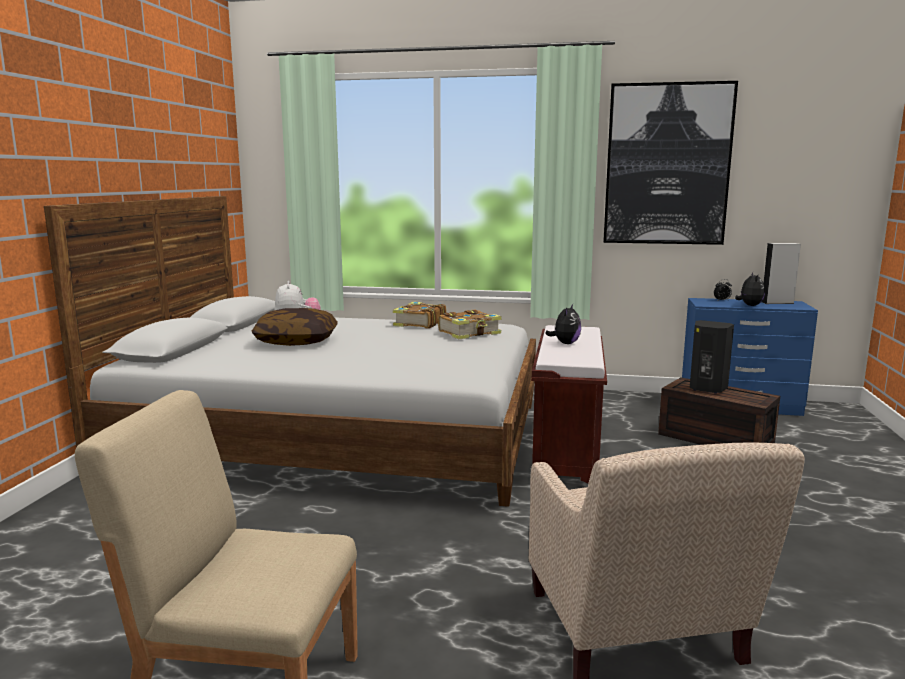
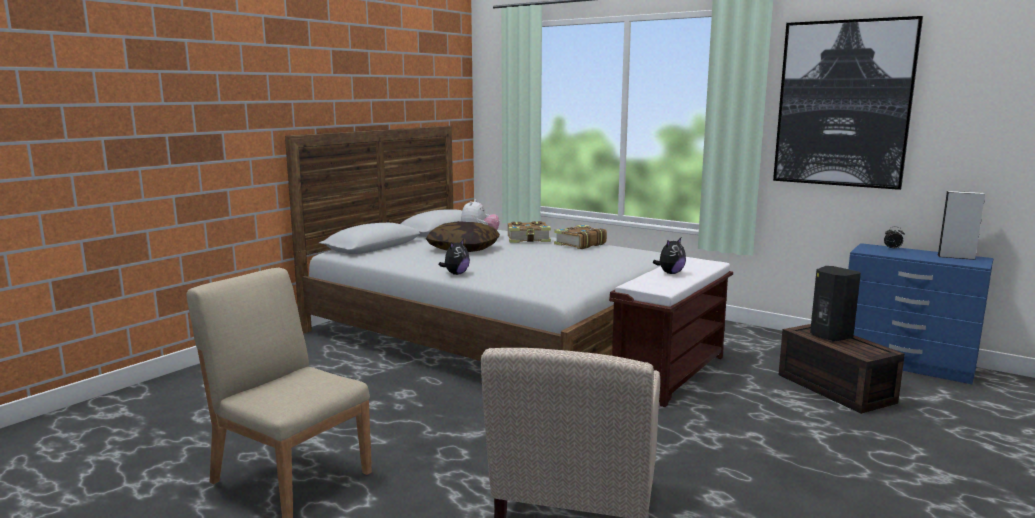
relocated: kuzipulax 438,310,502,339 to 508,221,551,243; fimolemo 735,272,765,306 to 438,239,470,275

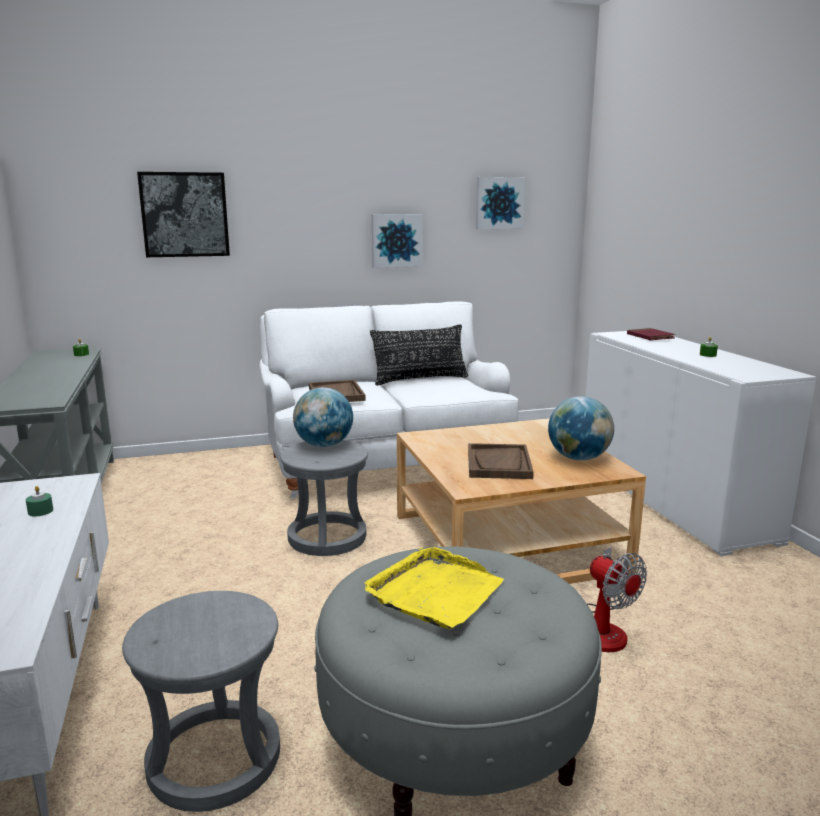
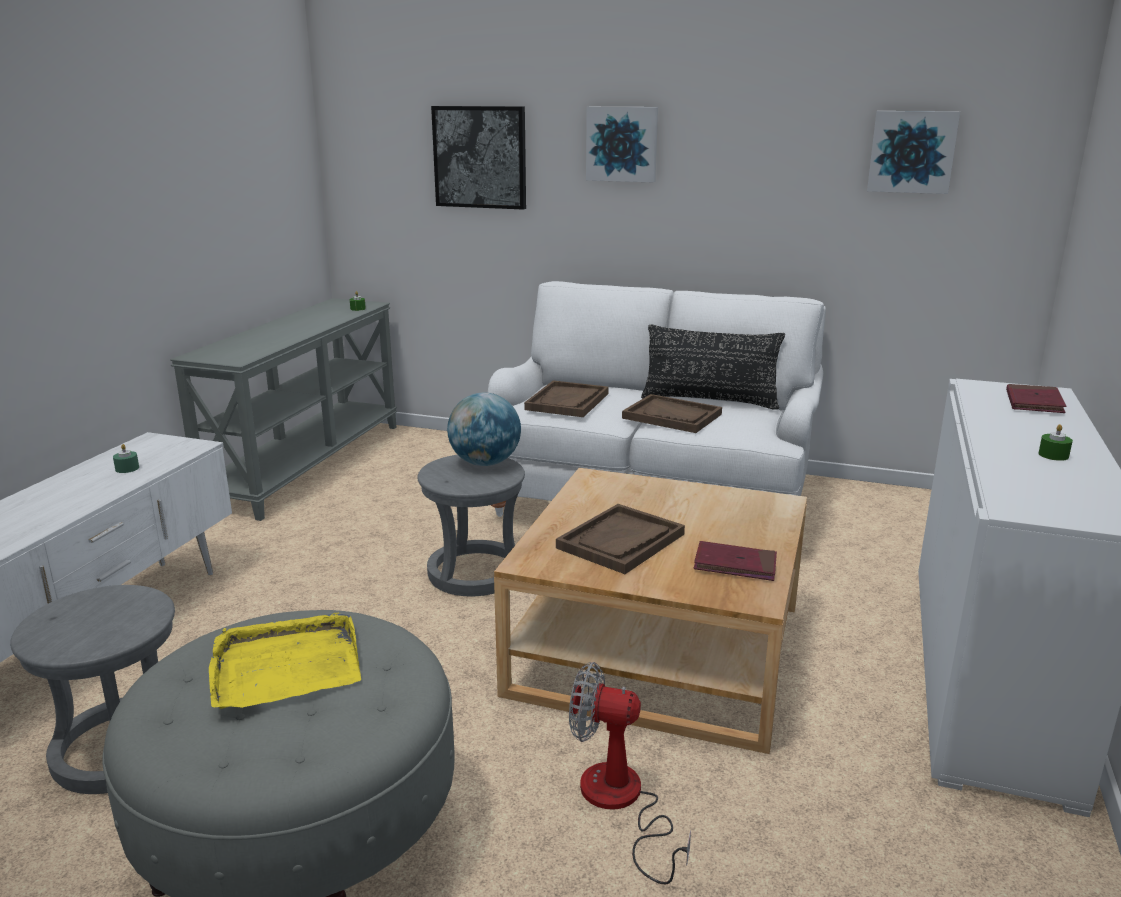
appeared: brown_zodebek 622,394,722,433
relocated: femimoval 372,214,423,268 to 586,107,658,182
exchanged: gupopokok 548,396,614,461 to red_kuzipulax 694,541,777,581
spun: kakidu 587,547,647,652 = 569,662,691,884 105 degrees clockwise

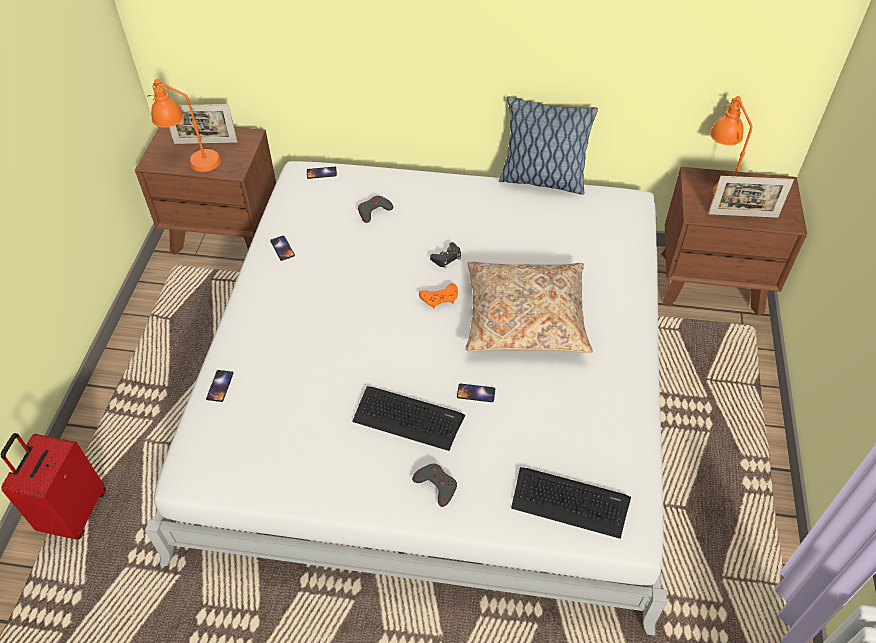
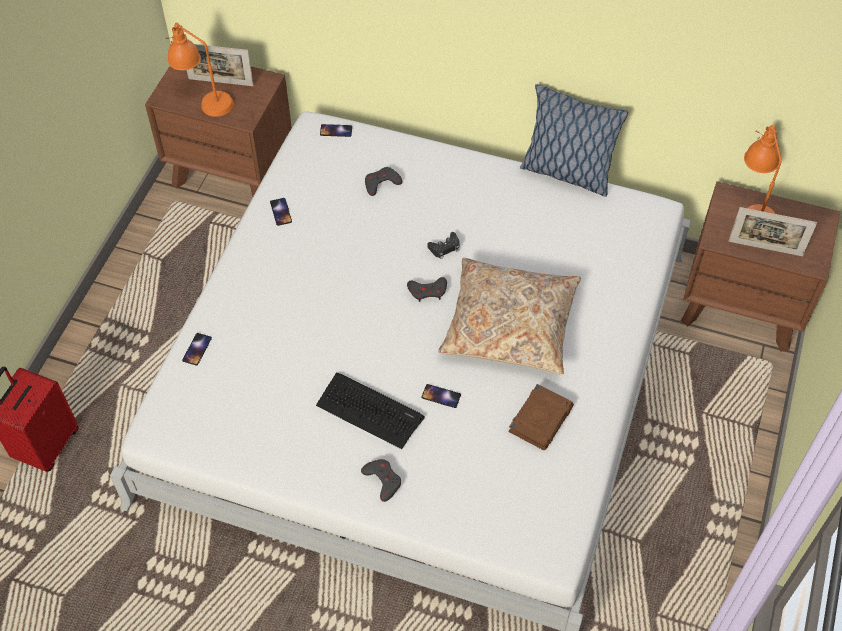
missing: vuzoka 511,467,631,539
appeared: brown_kuzipulax 508,384,574,450
colour: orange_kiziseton 419,283,458,309 to grey_kiziseton 407,277,447,302

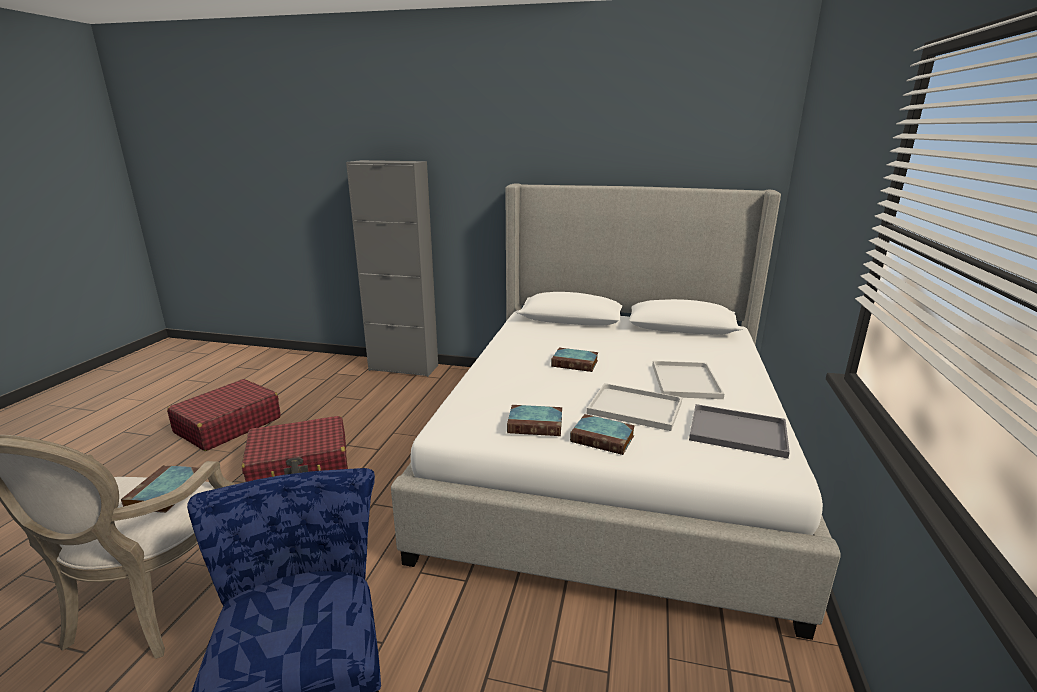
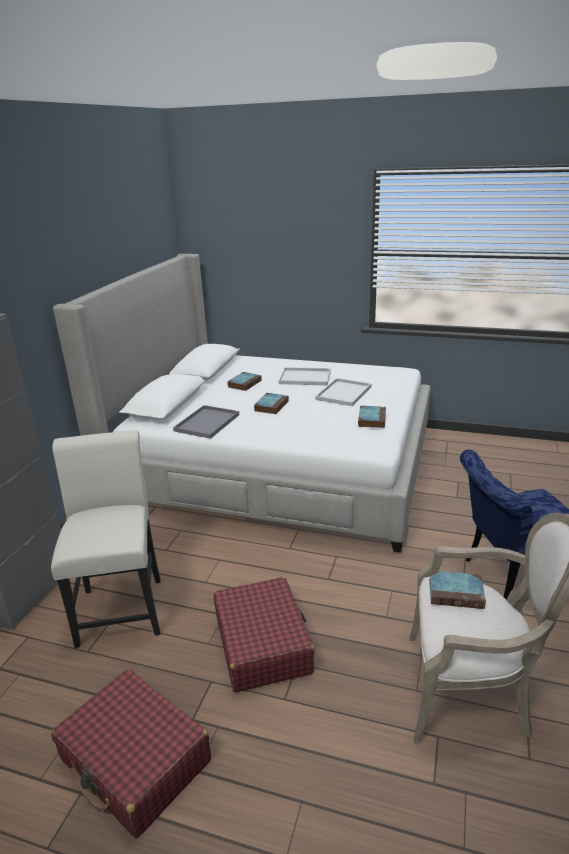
appeared: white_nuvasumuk 51,430,161,648
relocated: kuzipulax 570,414,635,455 to 227,372,262,391; grey_zodebek 689,404,790,459 to 173,405,239,439

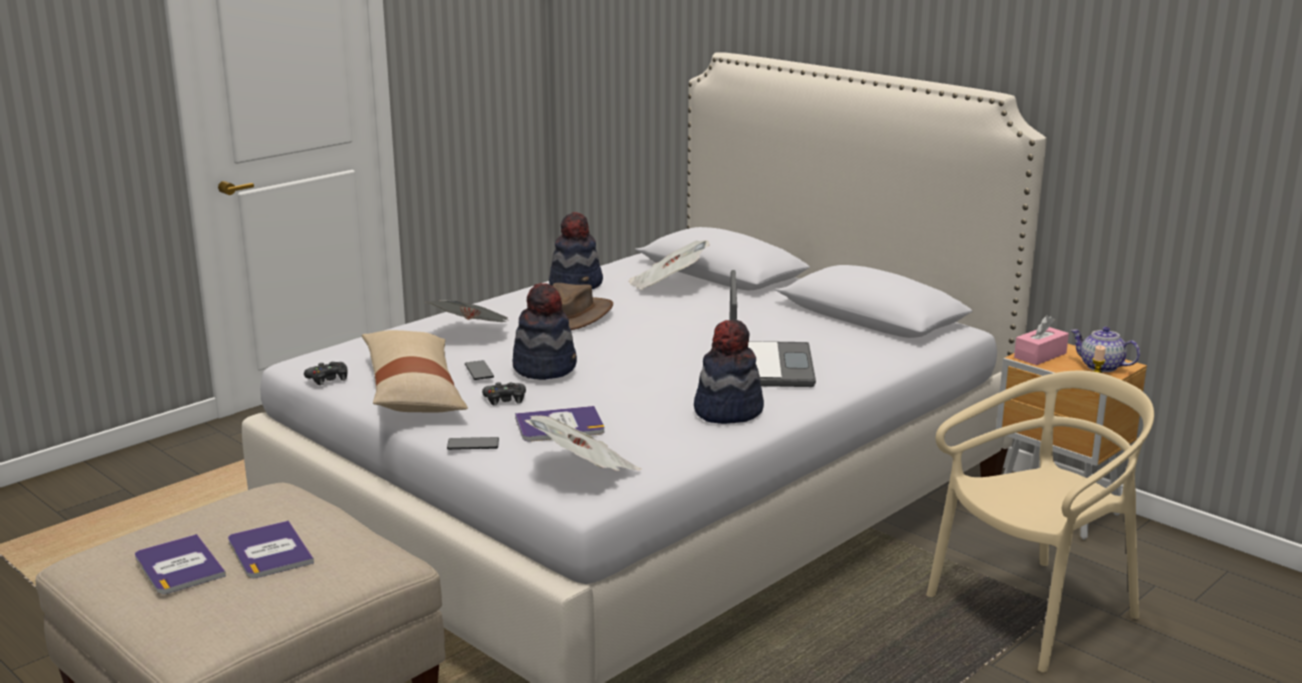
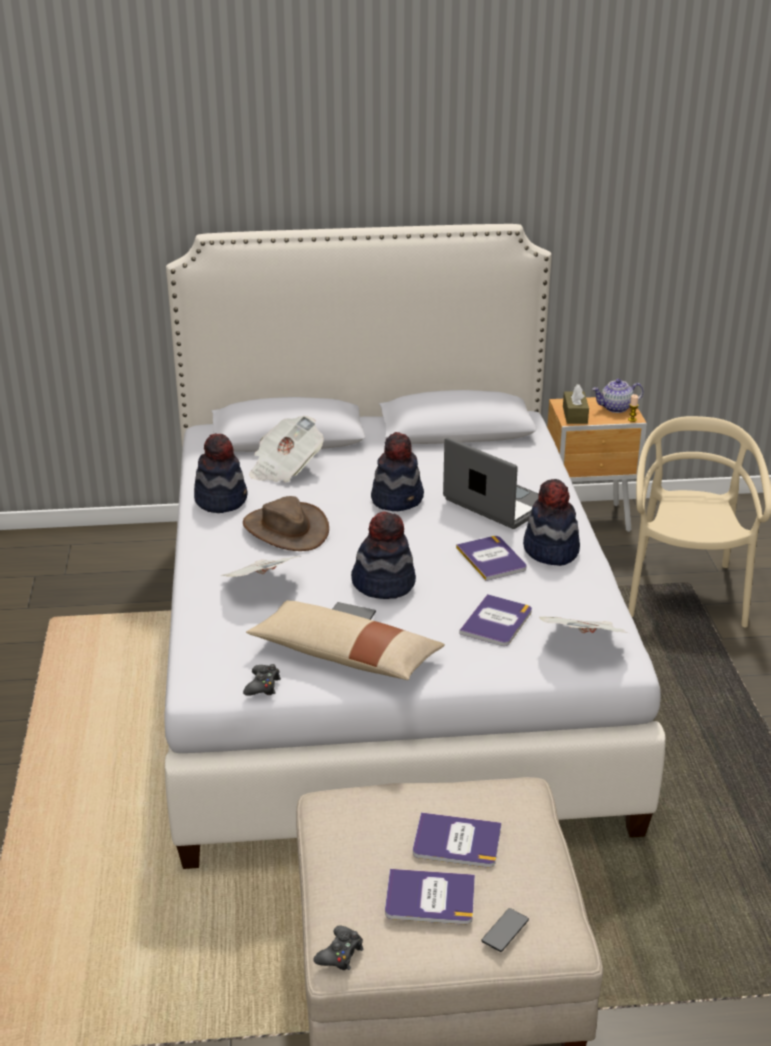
appeared: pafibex 371,432,424,511; kuzipulax 456,536,527,581
relocated: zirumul 447,437,499,450 to 481,908,529,952; black_kiziseton 482,382,526,406 to 313,926,363,970
colour: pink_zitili 1014,315,1069,365 to brown_zitili 563,384,589,424

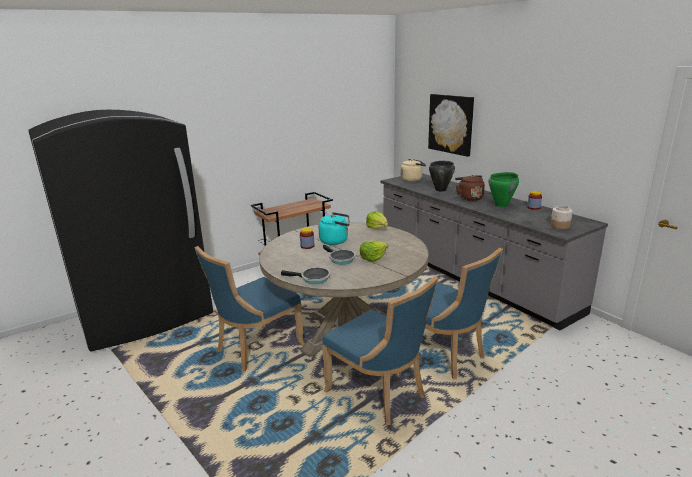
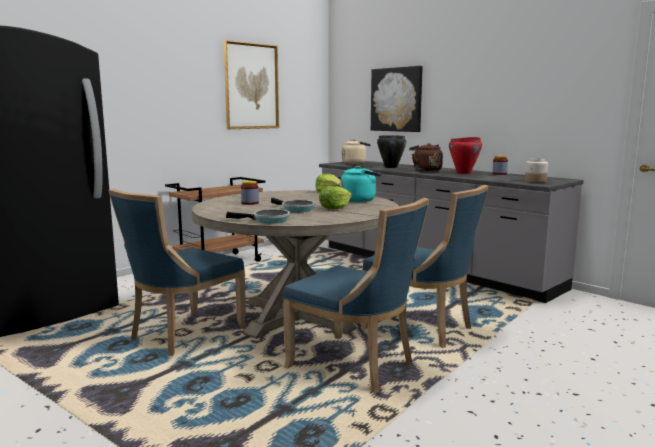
appeared: femimoval 224,40,279,129
relocated: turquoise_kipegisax 318,212,350,245 to 341,166,381,202
colour: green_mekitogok 488,172,519,207 to red_mekitogok 449,137,482,174

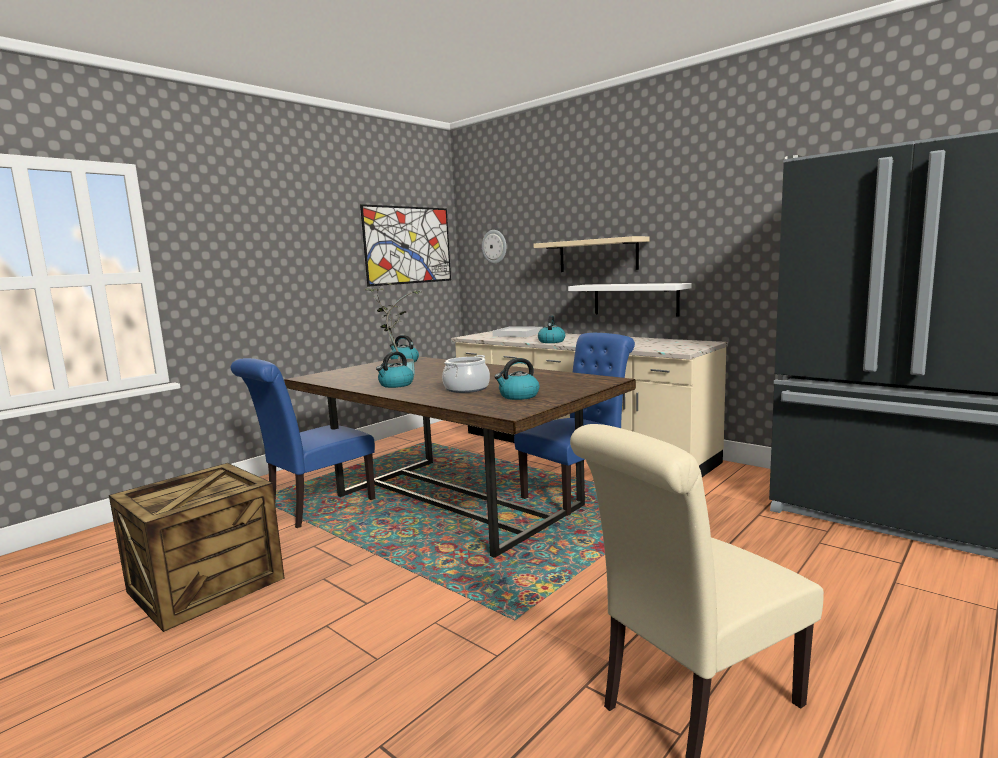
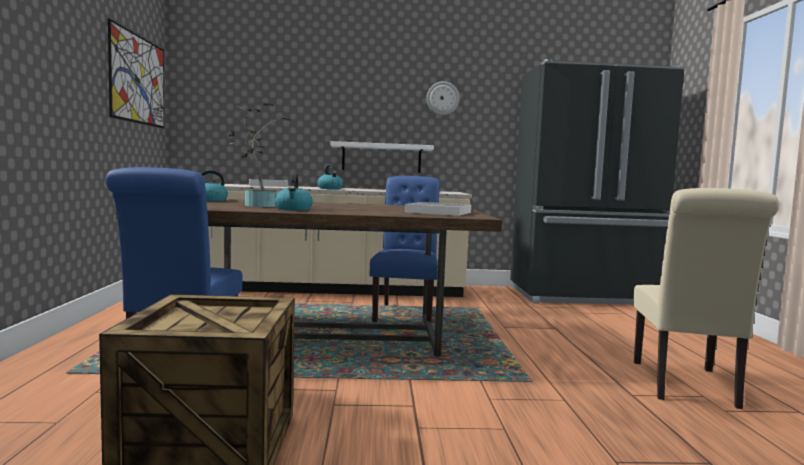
missing: mekitogok 442,355,490,393; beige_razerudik 534,236,649,272
relocated: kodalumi 482,230,507,264 to 426,81,459,115
exchanged: kipegisax 495,358,540,400 to white_zodebek 405,202,471,216

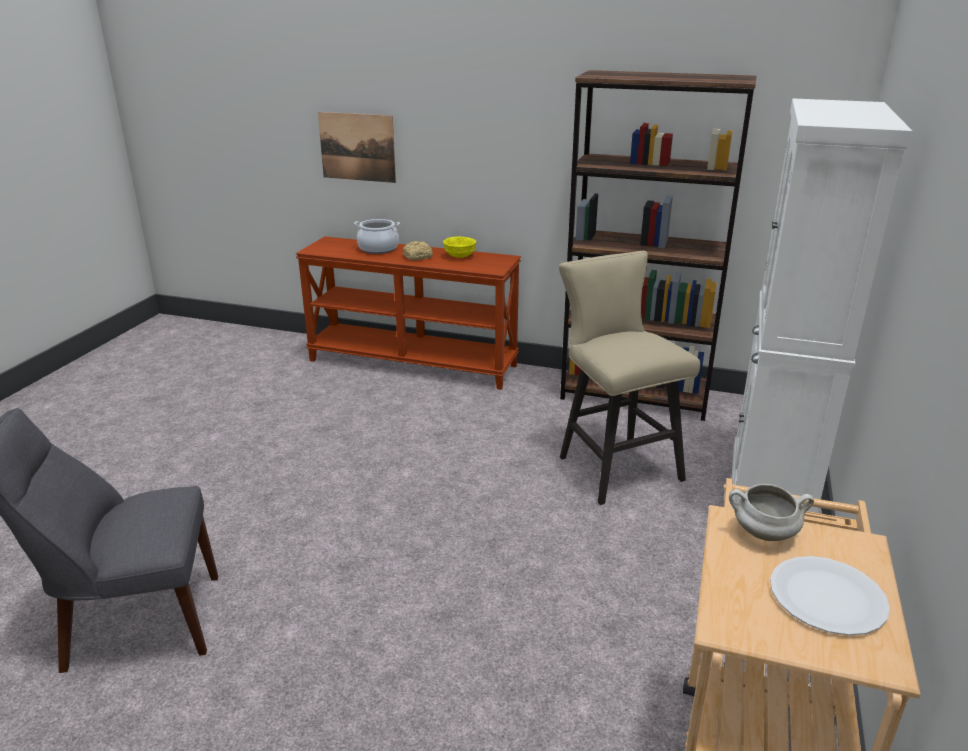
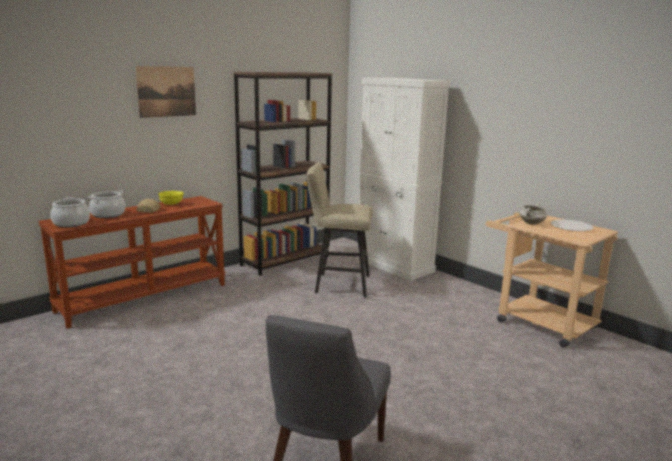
appeared: mekitogok 50,197,90,227
relocated: femimoval 318,112,396,183 to 135,66,196,118

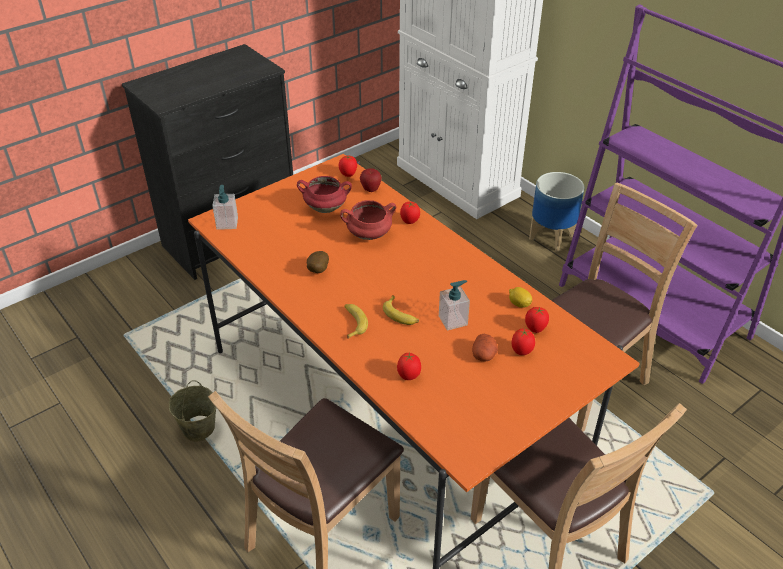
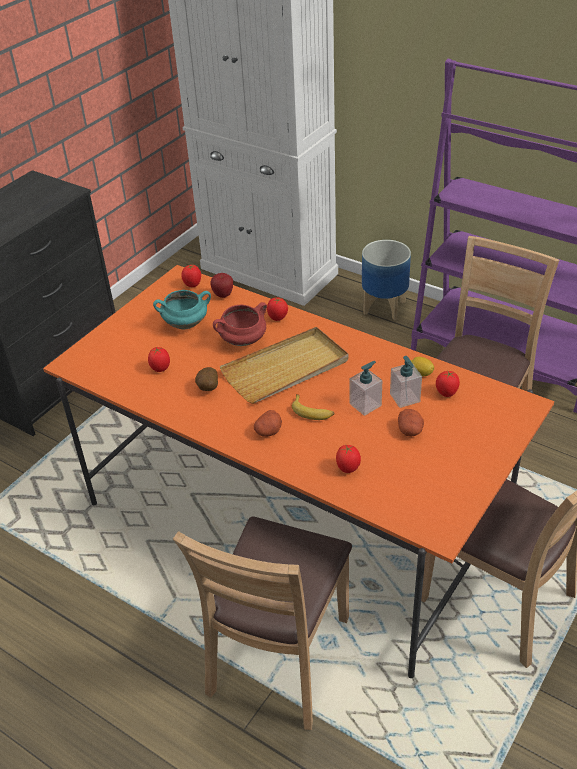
missing: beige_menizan 169,380,216,441
appeared: beige_zodebek 220,327,349,404
relocated: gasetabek 212,185,238,230 to 390,356,422,408; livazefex 512,329,535,355 to 148,347,170,372
exchanged: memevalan 344,304,368,339 to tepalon 254,410,282,437
colour: red_mekitogok 297,176,352,213 to turquoise_mekitogok 153,290,211,330

